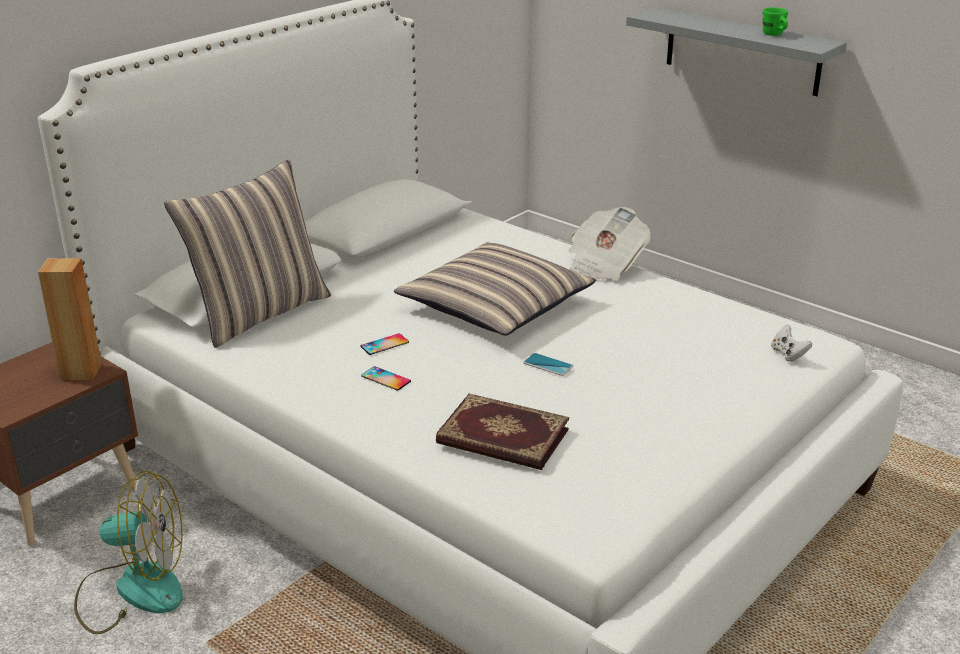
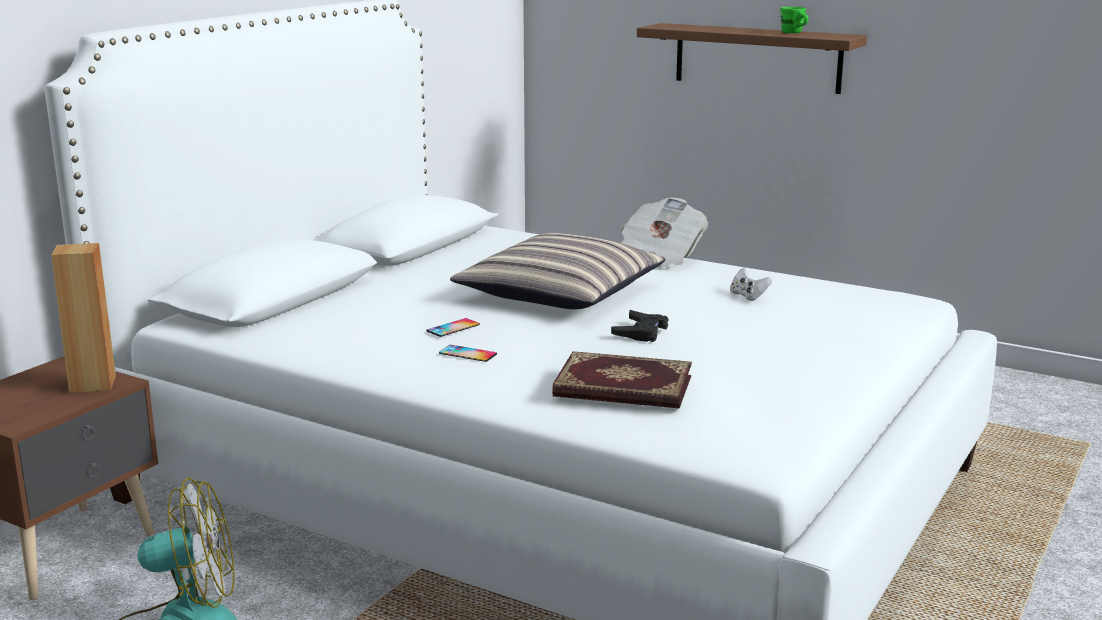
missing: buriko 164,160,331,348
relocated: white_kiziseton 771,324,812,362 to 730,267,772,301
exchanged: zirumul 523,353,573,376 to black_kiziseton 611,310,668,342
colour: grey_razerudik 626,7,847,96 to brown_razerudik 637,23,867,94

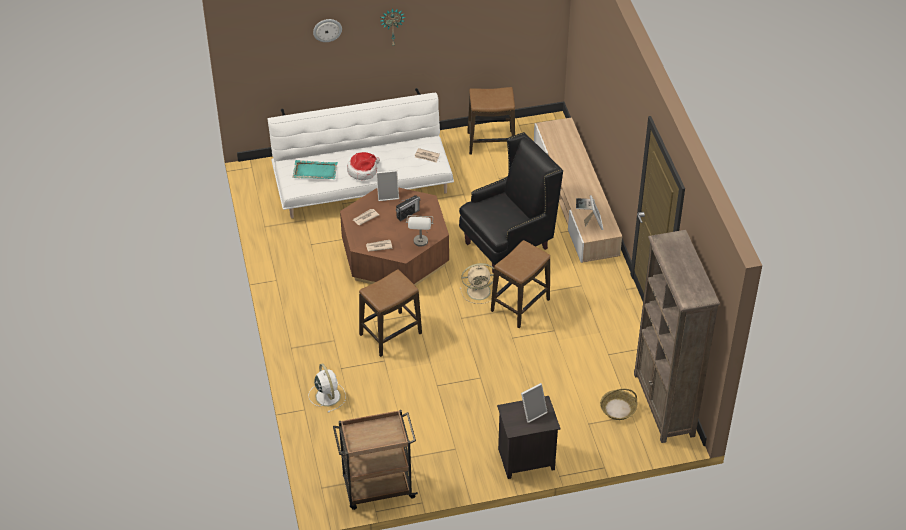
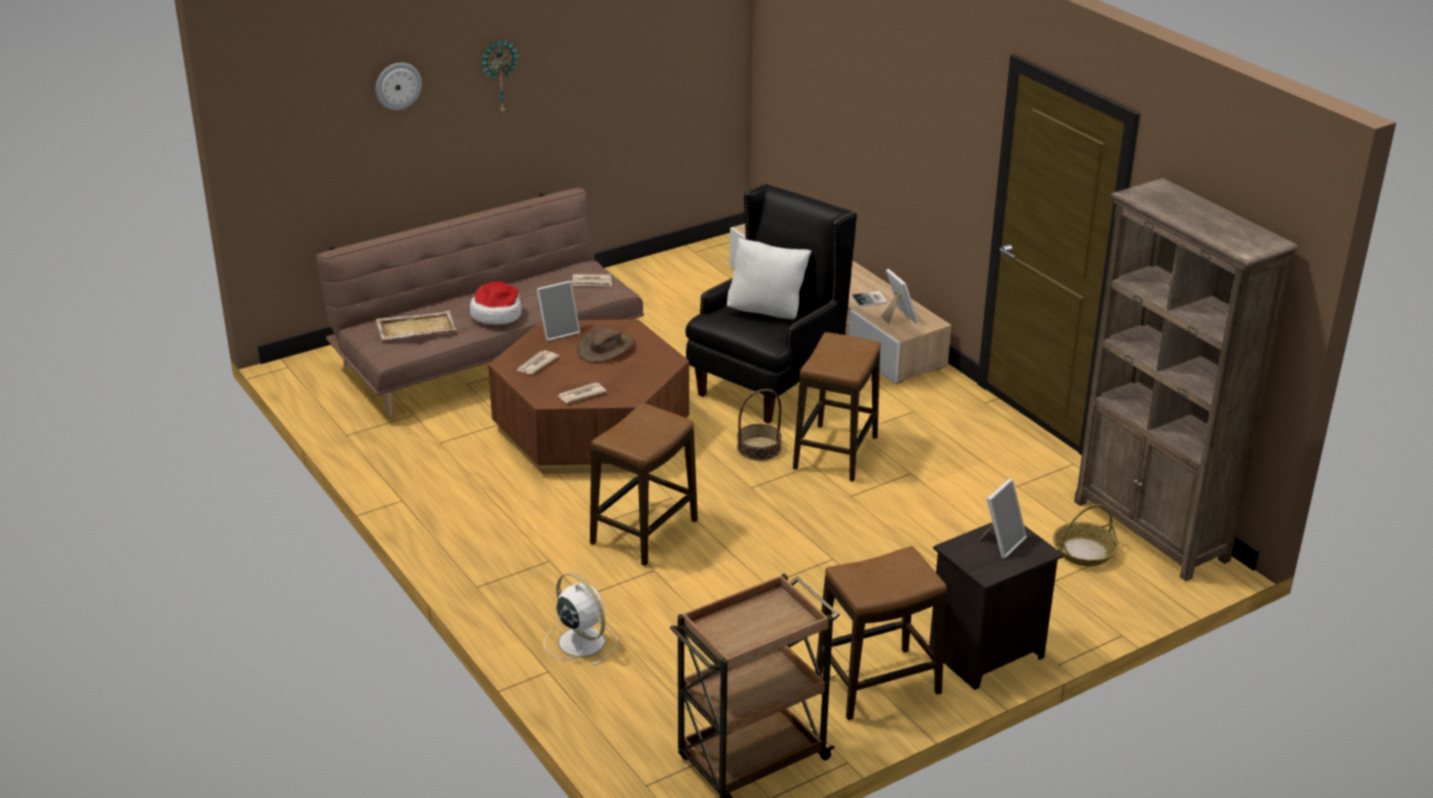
missing: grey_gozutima 406,215,433,247
appeared: white_buriko 727,238,811,319
relocated: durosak 467,87,515,155 to 815,546,946,720
exchanged: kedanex 396,195,421,221 to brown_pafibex 577,326,635,363; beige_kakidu 460,263,494,304 to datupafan 737,389,782,461
colour: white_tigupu 268,88,454,219 to brown_tigupu 315,188,644,417; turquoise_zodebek 292,160,338,179 to beige_zodebek 376,310,456,340

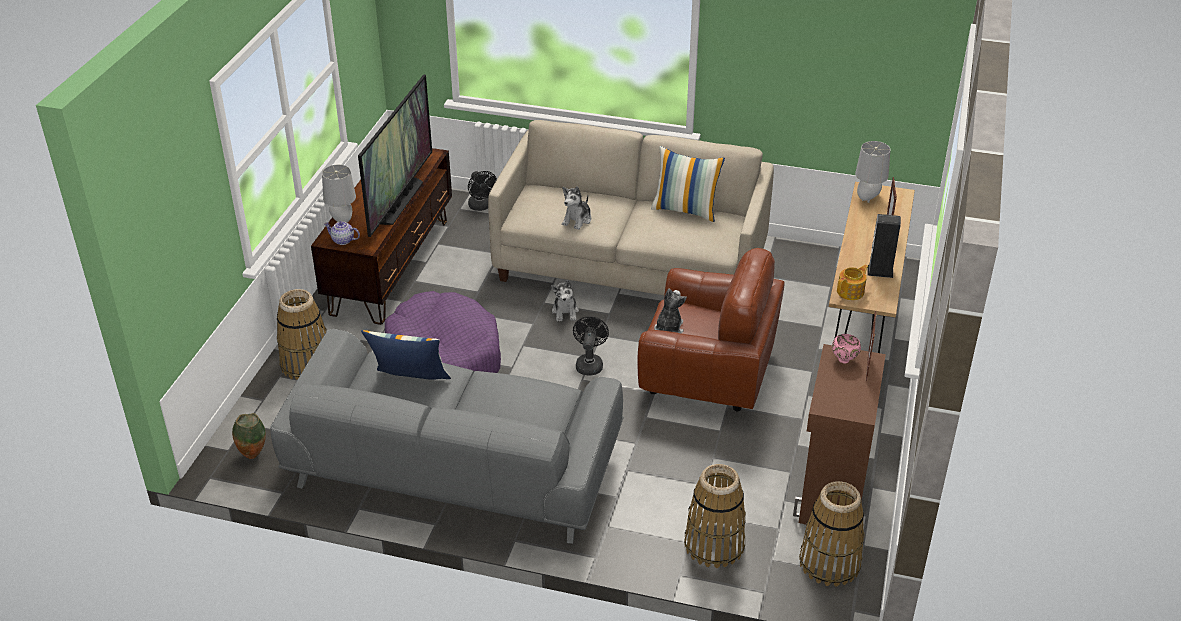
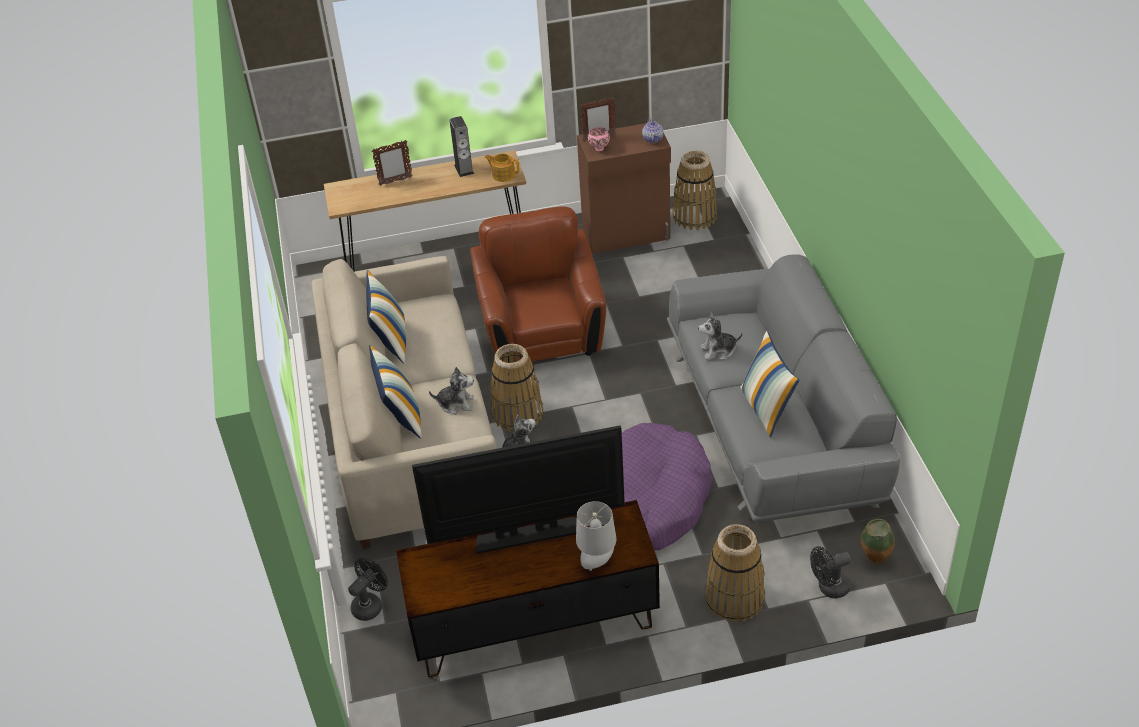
missing: grey_gozutima 855,141,891,203
appeared: buriko 369,345,422,438
relocated: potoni 324,221,360,245 to 642,118,664,143; black_kakidu 573,316,609,375 to 810,546,851,598; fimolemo 654,288,687,334 to 698,312,743,360; datupafan 684,464,746,568 to 490,344,543,432

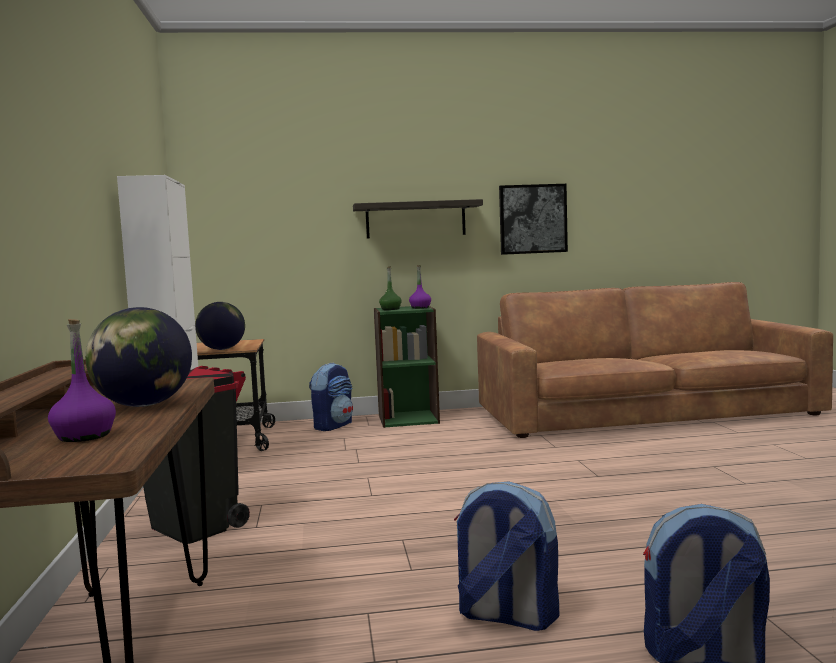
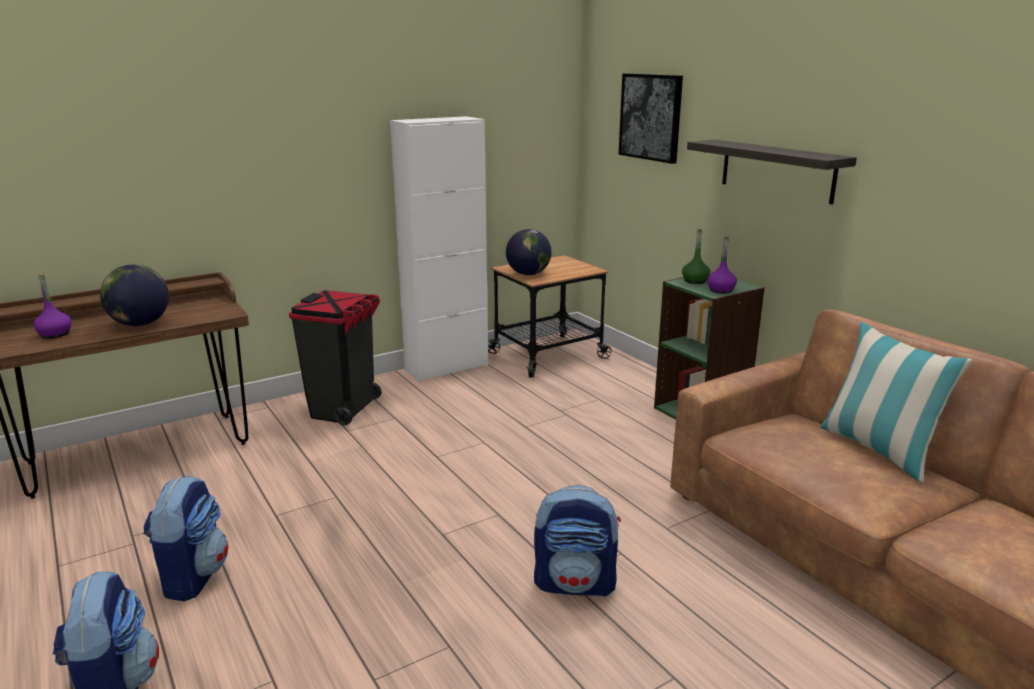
appeared: buriko 820,322,973,482
relocated: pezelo 309,363,353,431 to 534,485,621,597; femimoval 499,184,568,255 to 619,73,683,164

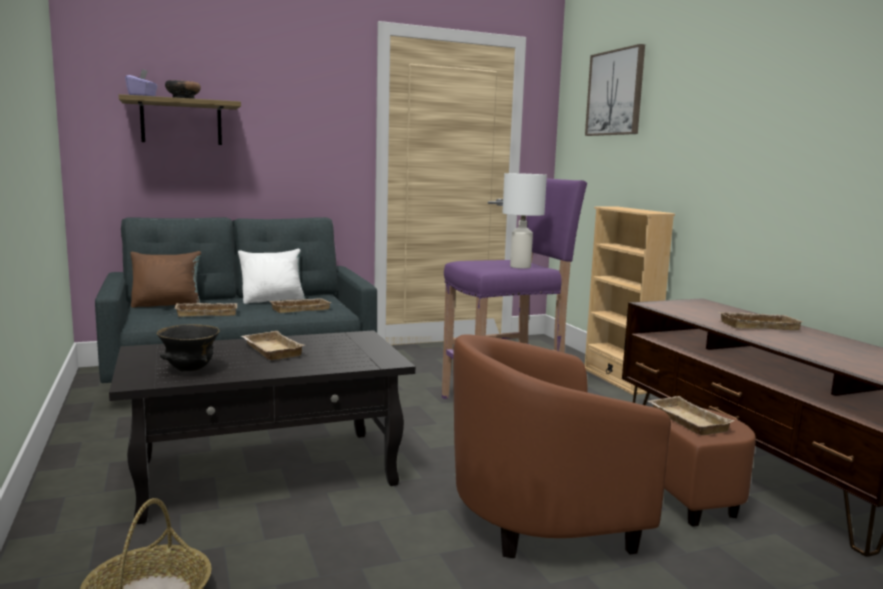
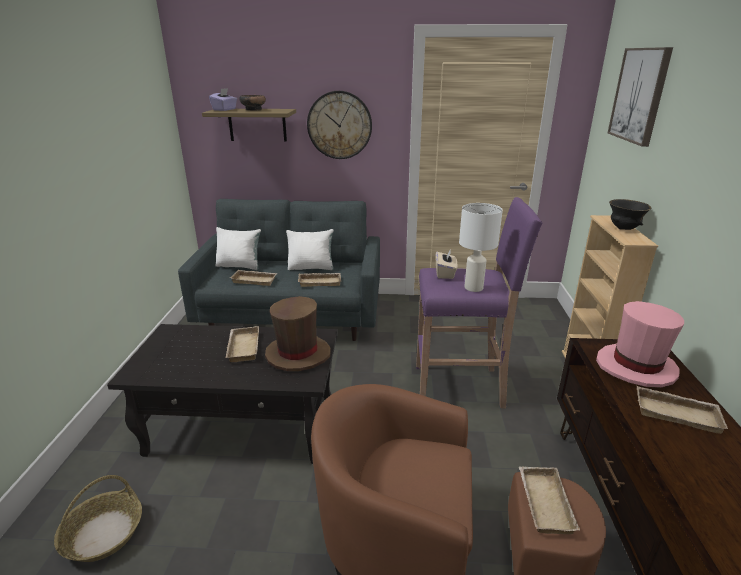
appeared: brown_pafibex 265,296,331,371; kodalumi 307,91,372,159; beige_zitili 436,251,458,279; pink_pafibex 596,301,684,388
relocated: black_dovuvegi 157,324,220,371 to 609,199,651,230
colour: brown_buriko 130,251,201,308 to white_buriko 216,227,261,270

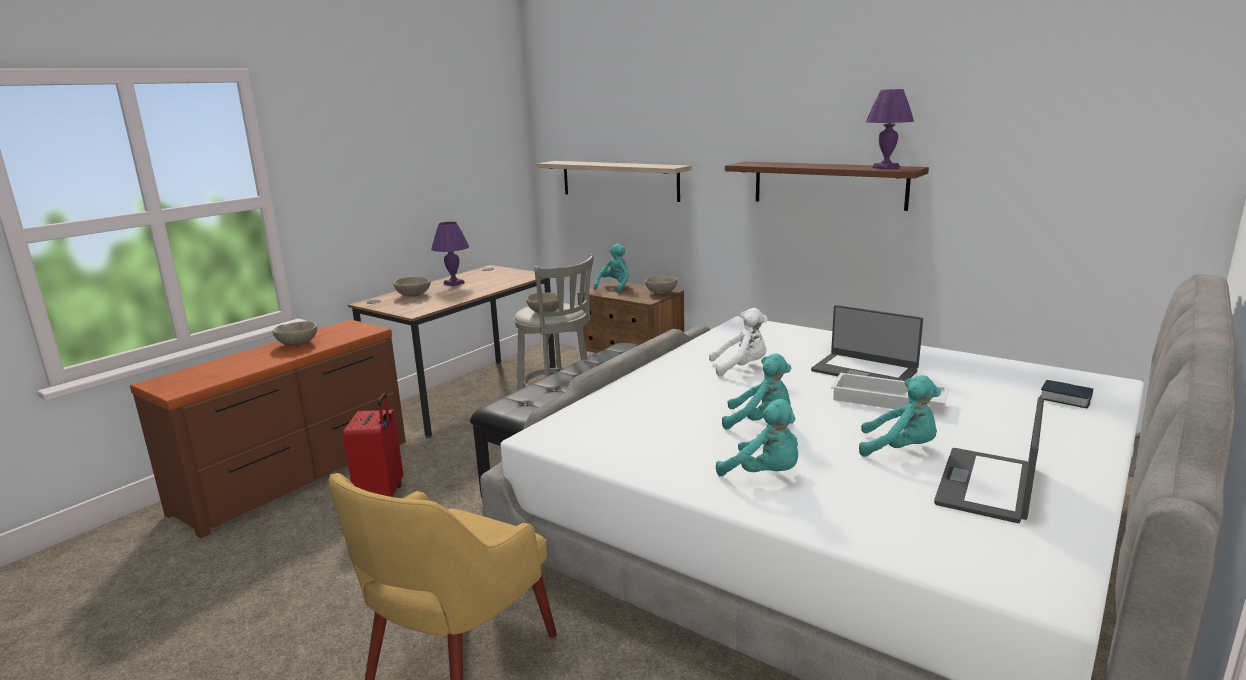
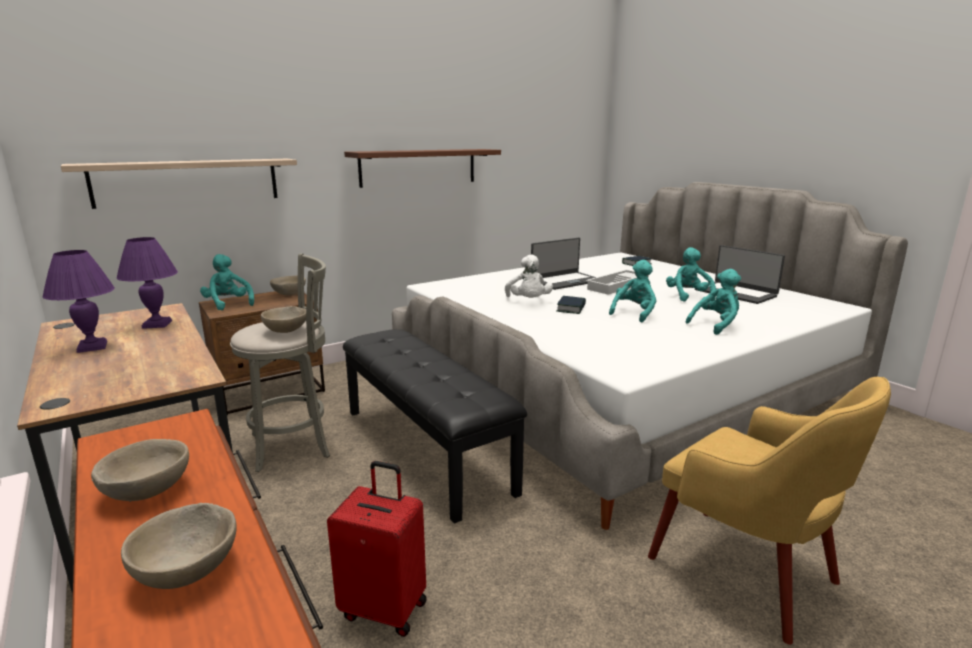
appeared: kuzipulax 556,296,586,314
relocated: beige_dovuvegi 394,277,431,297 to 121,503,237,589; purple_gozutima 866,89,914,169 to 116,237,178,329
spun: white_fimolemo 709,308,768,376 = 505,254,553,298 150 degrees clockwise; turquoise_fimolemo 859,375,941,457 = 666,247,716,302 45 degrees counterclockwise

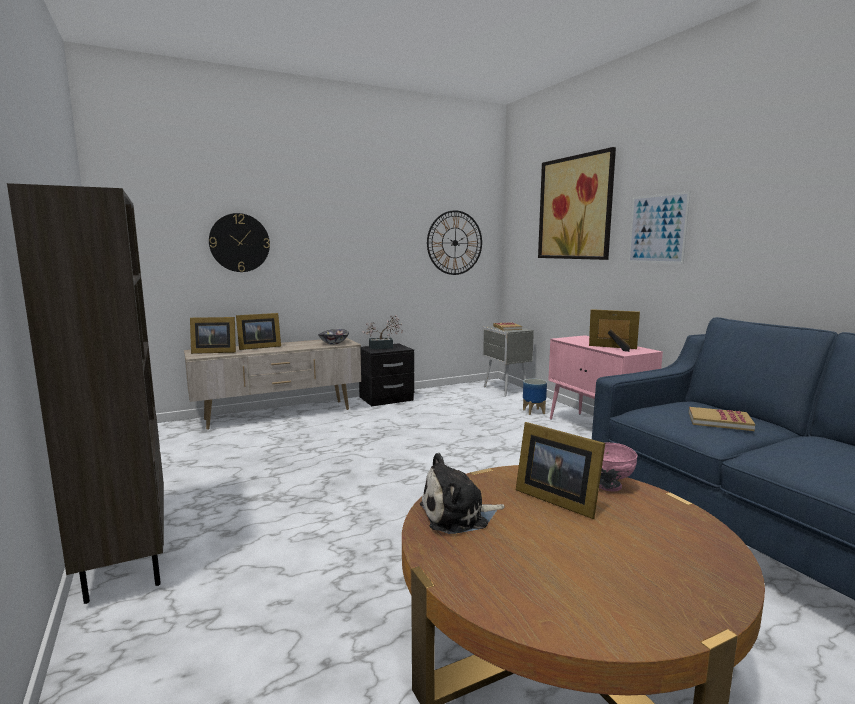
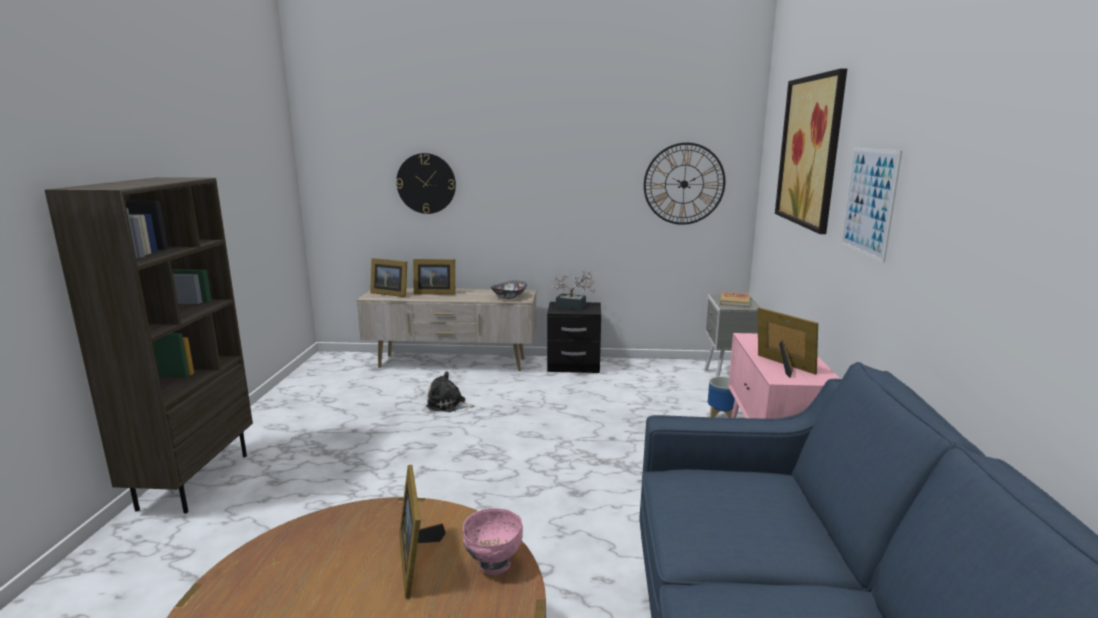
missing: kuzipulax 689,407,755,431
relocated: fimolemo 420,453,505,534 to 426,371,475,412

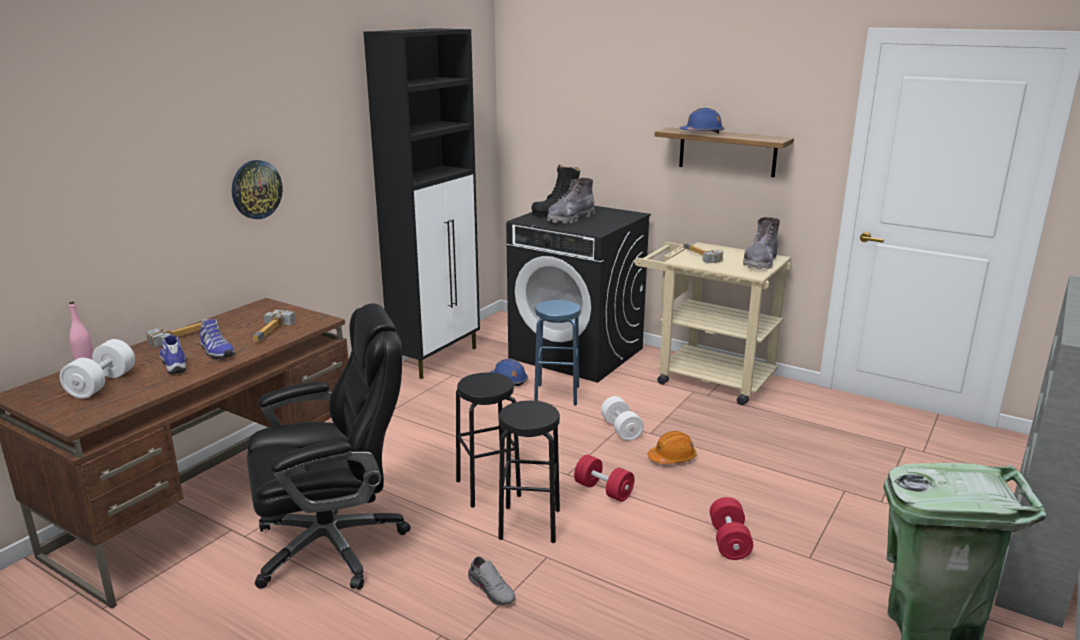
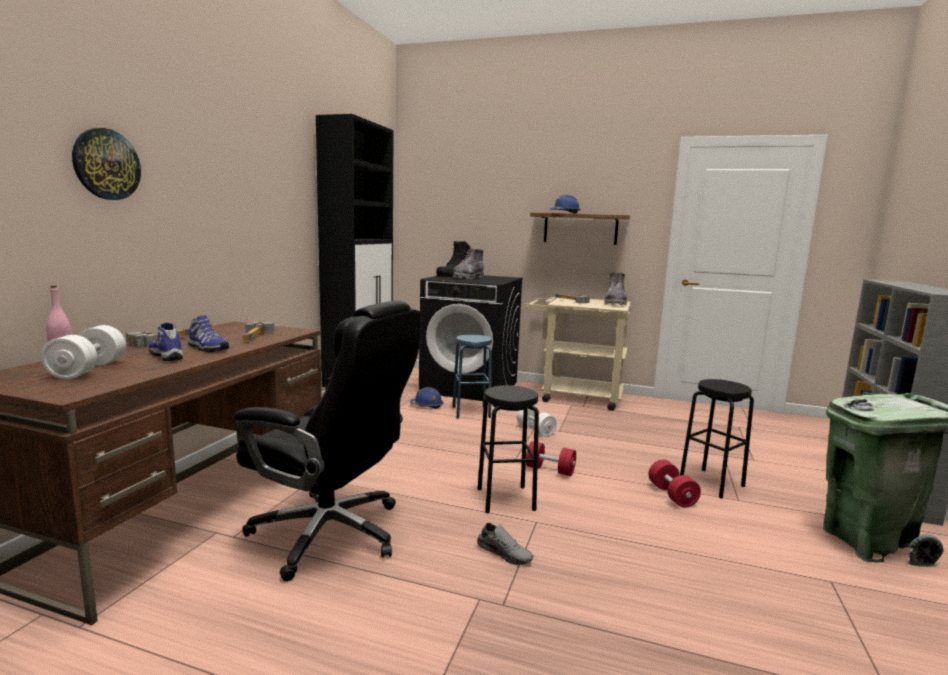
missing: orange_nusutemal 648,431,697,464
relocated: kodalumi 232,160,283,219 to 72,128,141,200; black_durosak 456,372,521,508 to 680,379,754,499
spun: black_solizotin 247,303,411,590 = 233,301,422,581 60 degrees clockwise

